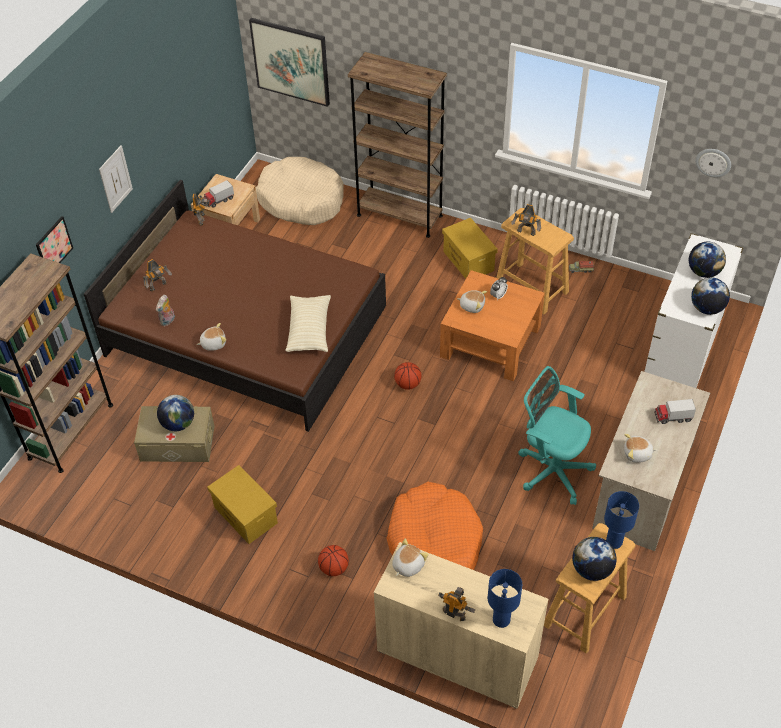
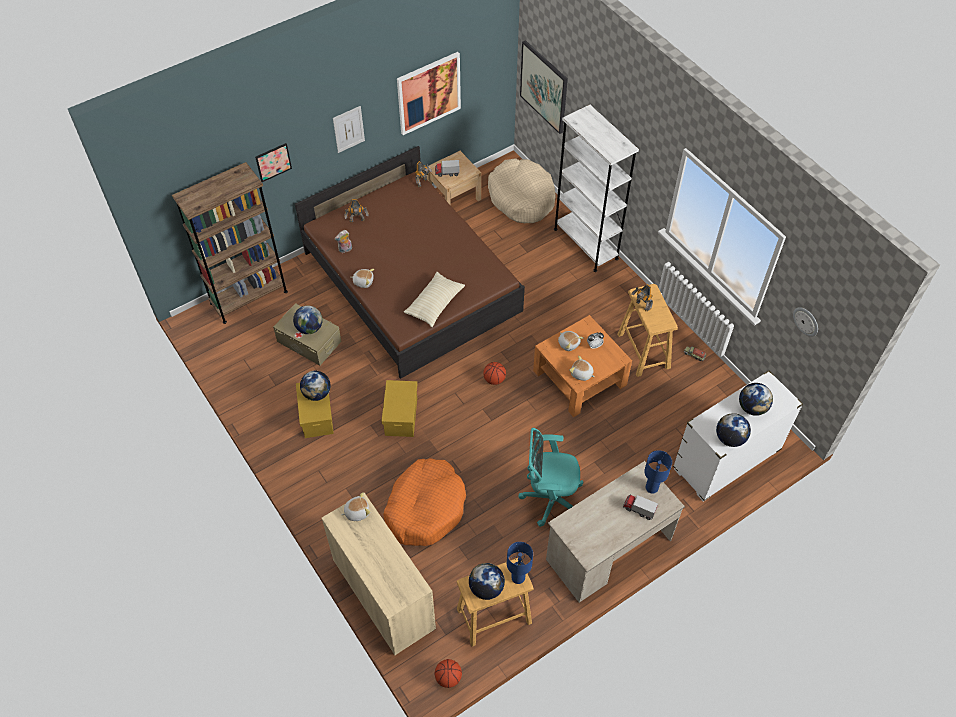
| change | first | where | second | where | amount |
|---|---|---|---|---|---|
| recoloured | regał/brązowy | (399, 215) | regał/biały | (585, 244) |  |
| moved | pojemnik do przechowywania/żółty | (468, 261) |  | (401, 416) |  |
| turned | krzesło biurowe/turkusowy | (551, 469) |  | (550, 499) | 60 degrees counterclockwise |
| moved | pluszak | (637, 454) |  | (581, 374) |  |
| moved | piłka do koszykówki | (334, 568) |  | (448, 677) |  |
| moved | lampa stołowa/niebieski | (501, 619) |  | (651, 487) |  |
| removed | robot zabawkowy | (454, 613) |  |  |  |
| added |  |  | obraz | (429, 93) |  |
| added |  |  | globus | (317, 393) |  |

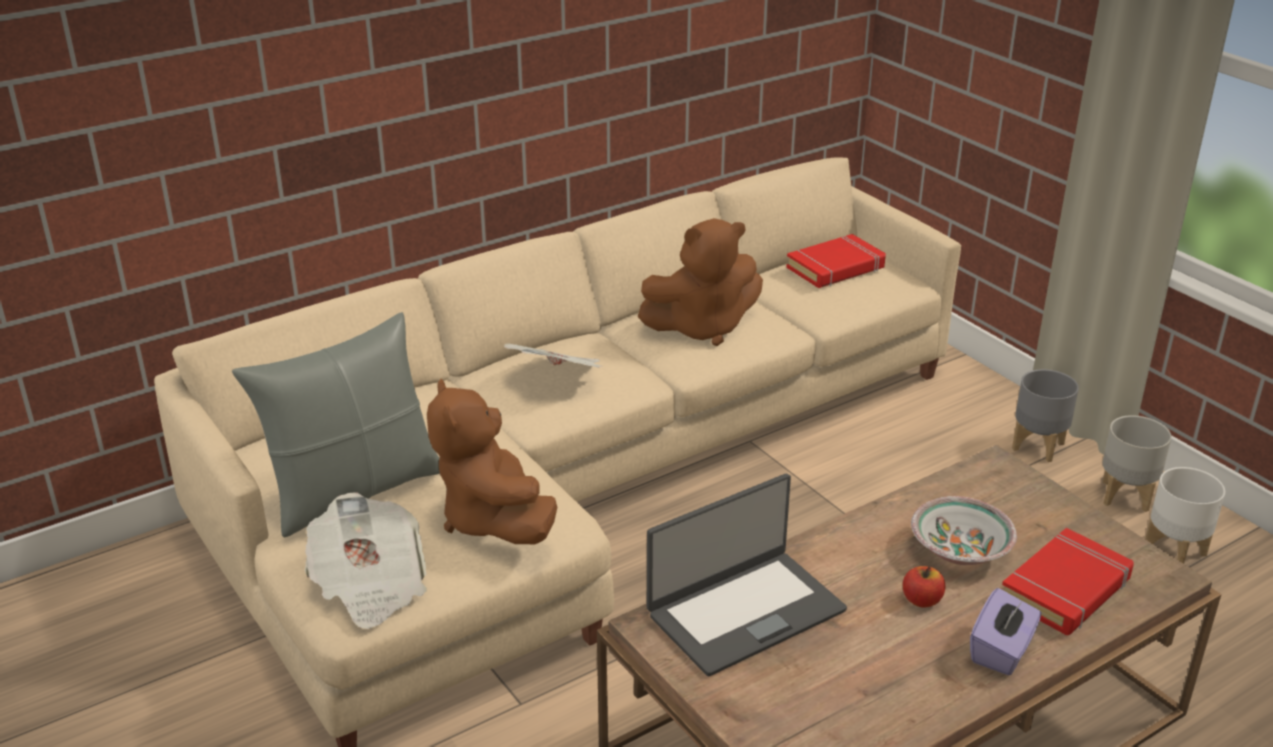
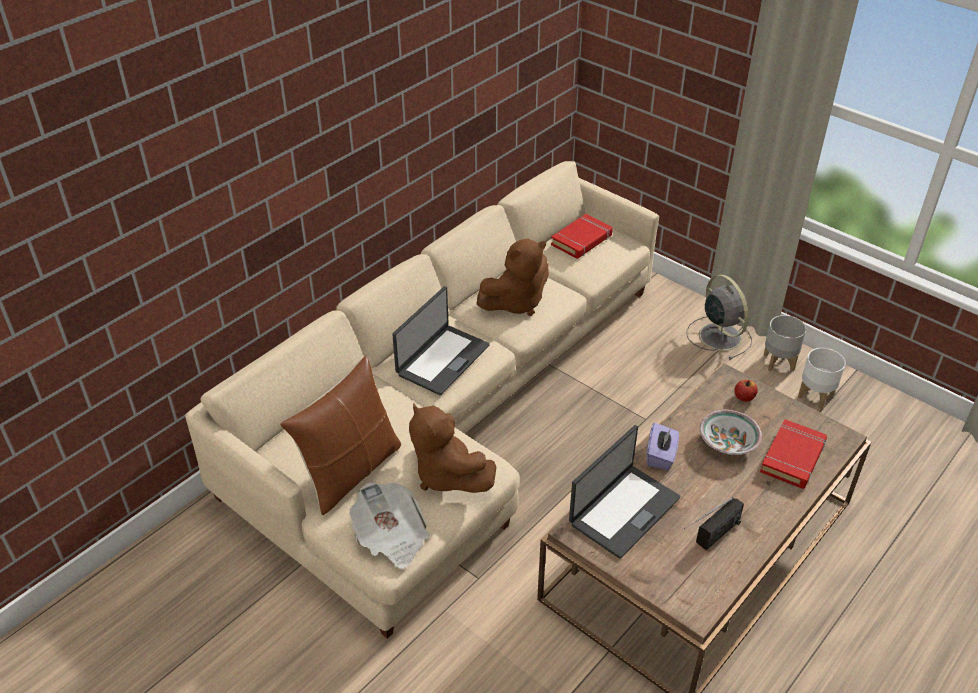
| change | first | where | second | where | amount |
|---|---|---|---|---|---|
| recoloured | poduszka/szary | (354, 491) | poduszka/brązowy | (350, 471) |  |
| replaced | gazeta | (559, 379) | laptop | (442, 359) |  |
| replaced | donica/szary | (1037, 446) | wentylator/szary | (719, 335) |  |
| moved | jabłko | (921, 600) |  | (744, 397) |  |
| moved | pudełko chusteczek/fioletowy | (1001, 651) |  | (661, 456) |  |
| added |  |  | radio | (710, 540) |  |

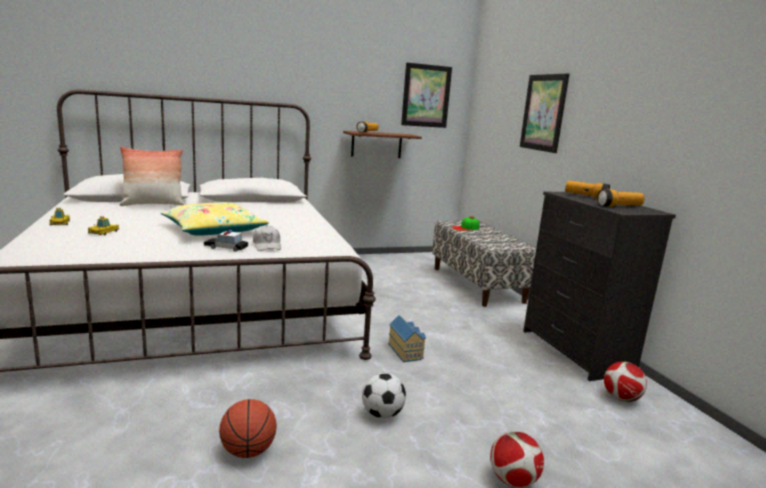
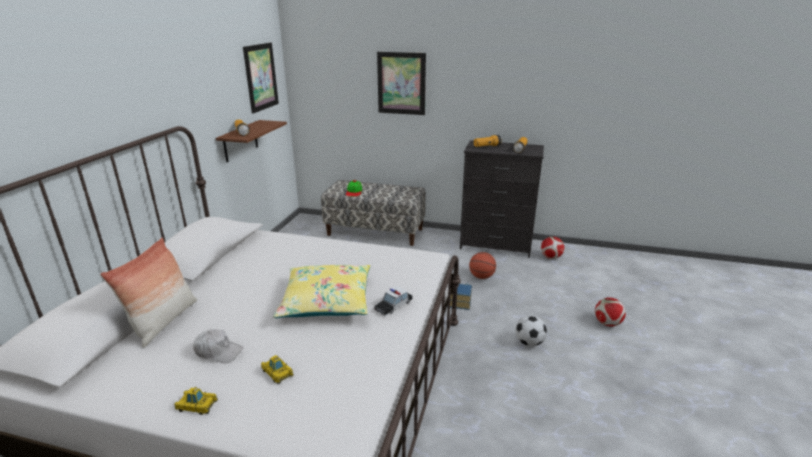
| change | first | where | second | where | amount |
|---|---|---|---|---|---|
| moved | czapka z daszkiem/biały | (267, 245) |  | (218, 351) |  |
| moved | piłka do koszykówki | (248, 451) |  | (481, 277) |  |

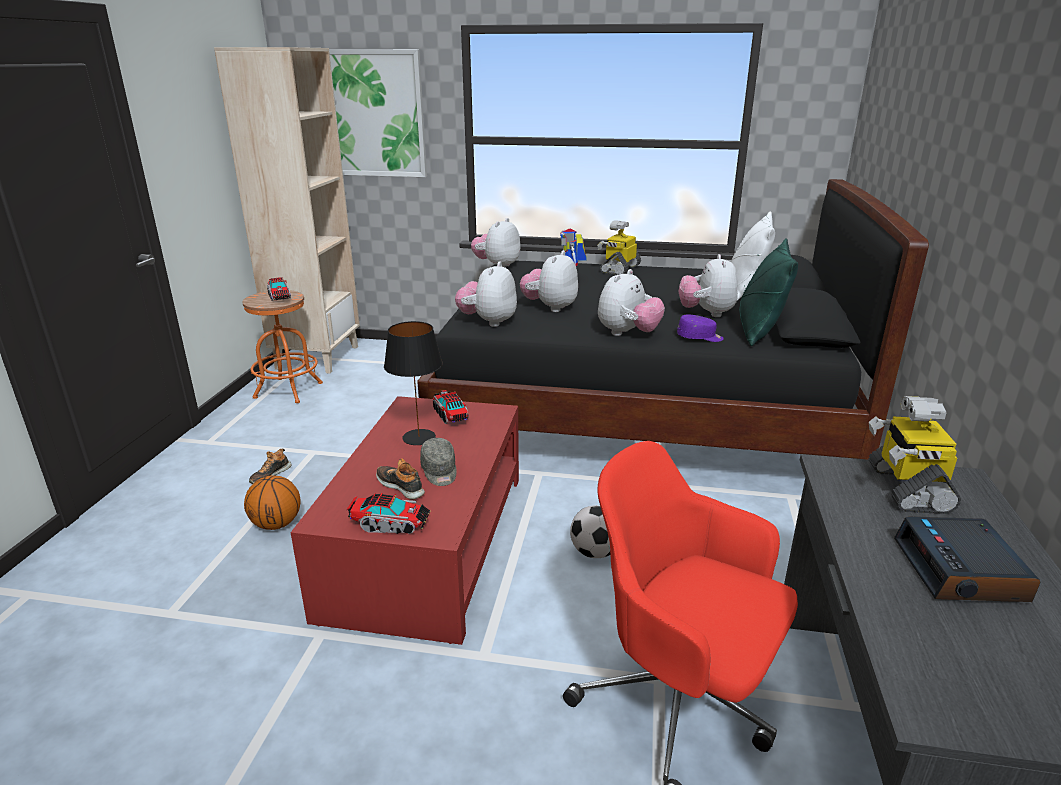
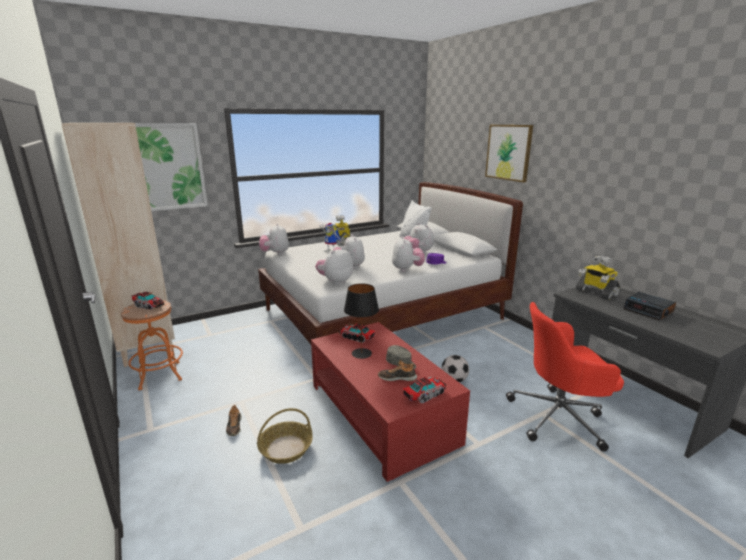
| change | first | where | second | where | amount |
|---|---|---|---|---|---|
| recoloured | łóżko/czarny | (639, 412) | łóżko/biały | (382, 314) |  |
| removed | poduszka/zielony | (759, 332) |  |  |  |
| turned | pluszak | (488, 322) |  | (335, 281) | 60 degrees clockwise |
| replaced | piłka do koszykówki | (276, 524) | koszyk | (285, 448) |  |
| added |  |  | obraz | (508, 152) |  |

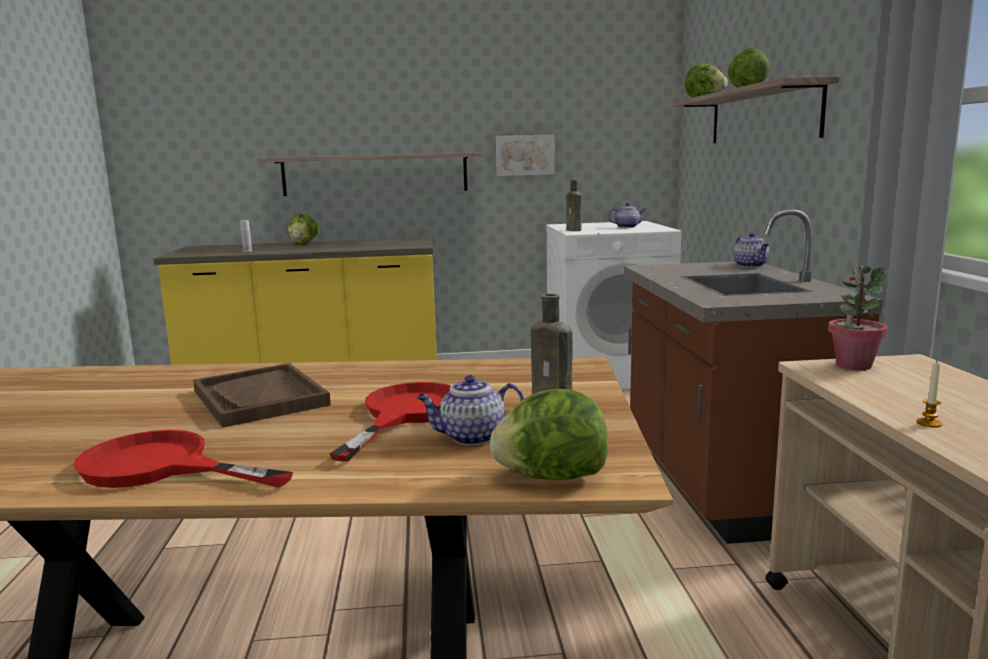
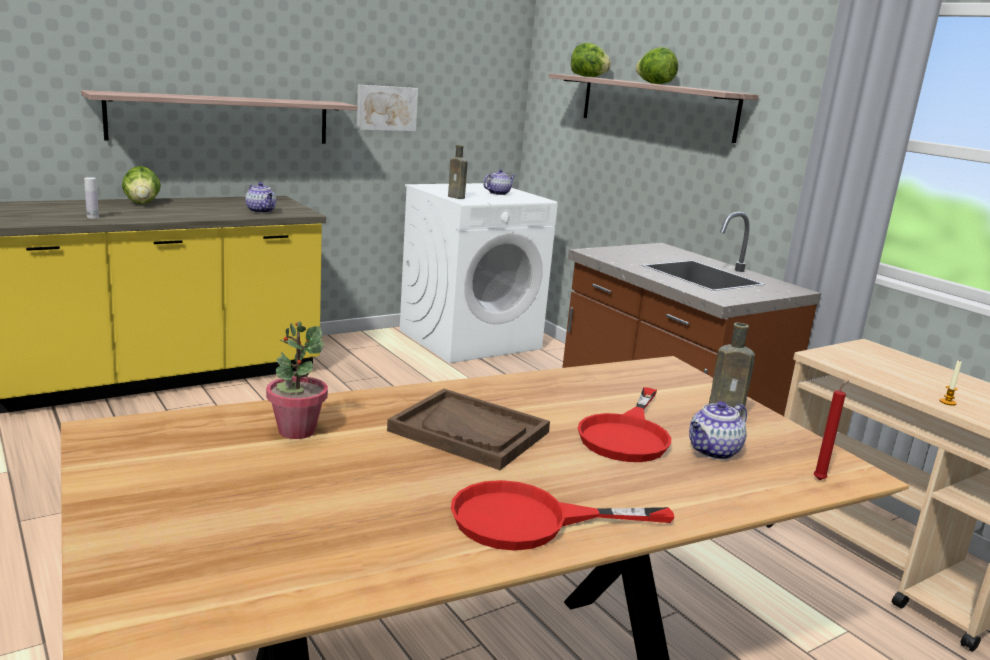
| change | first | where | second | where | amount |
|---|---|---|---|---|---|
| moved | imbryk | (751, 265) |  | (261, 211) |  |
| moved | roślina doniczkowa | (853, 365) |  | (296, 431) |  |
| turned | patelnia/czerwony | (406, 414) |  | (627, 435) | 150 degrees counterclockwise |
| replaced | sałata | (551, 477) | świeca/czerwony | (820, 479) |  |

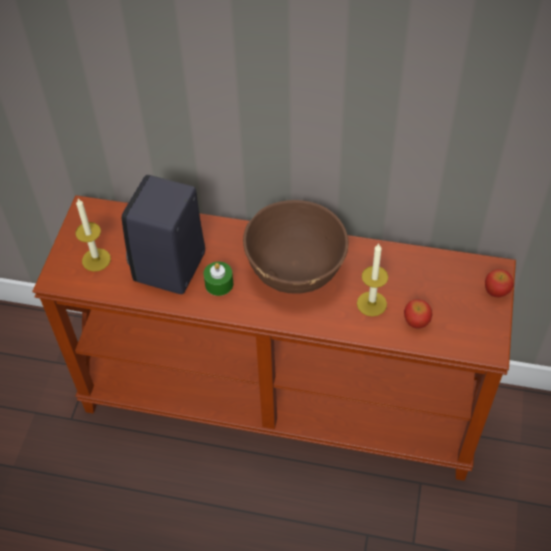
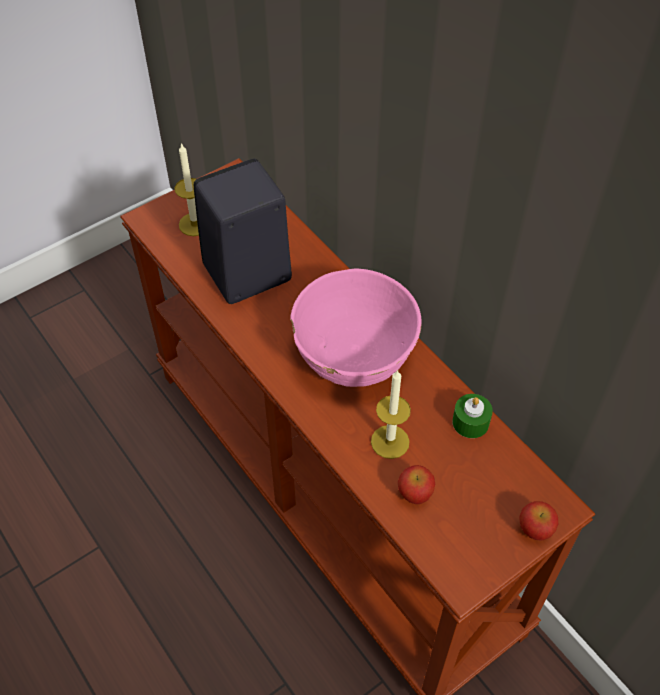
| change | first | where | second | where | amount |
|---|---|---|---|---|---|
| recoloured | miska/brązowy | (296, 268) | miska/różowy | (354, 354) |  |
| moved | świeca/zielony | (219, 284) |  | (470, 422) |  |

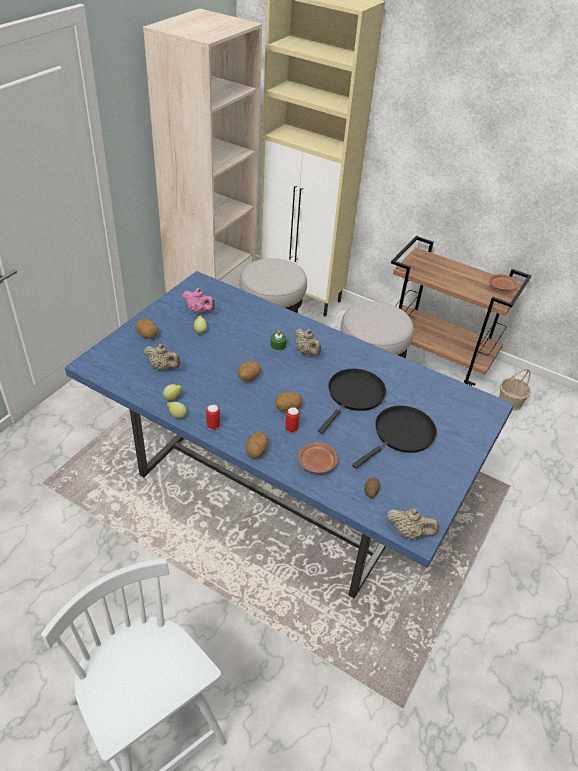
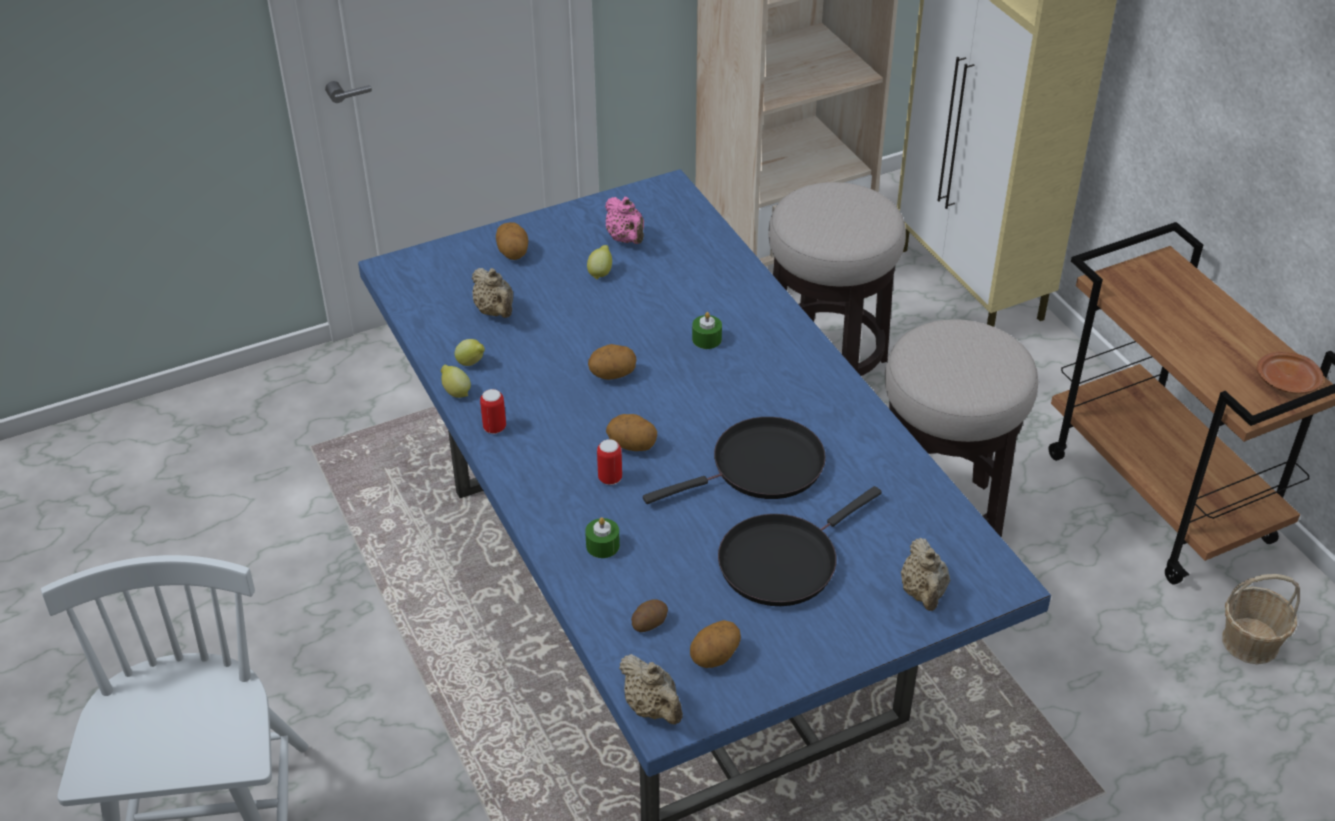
| change | first | where | second | where | amount |
|---|---|---|---|---|---|
| moved | imbryk/beżowy | (307, 352) |  | (923, 593) |  |
| turned | patelnia/czarny | (401, 435) |  | (783, 561) | 150 degrees clockwise |
| moved | ziemniak | (257, 451) |  | (715, 657) |  |
| replaced | talerz/brązowy | (317, 463) | świeca/zielony | (602, 545) |  |

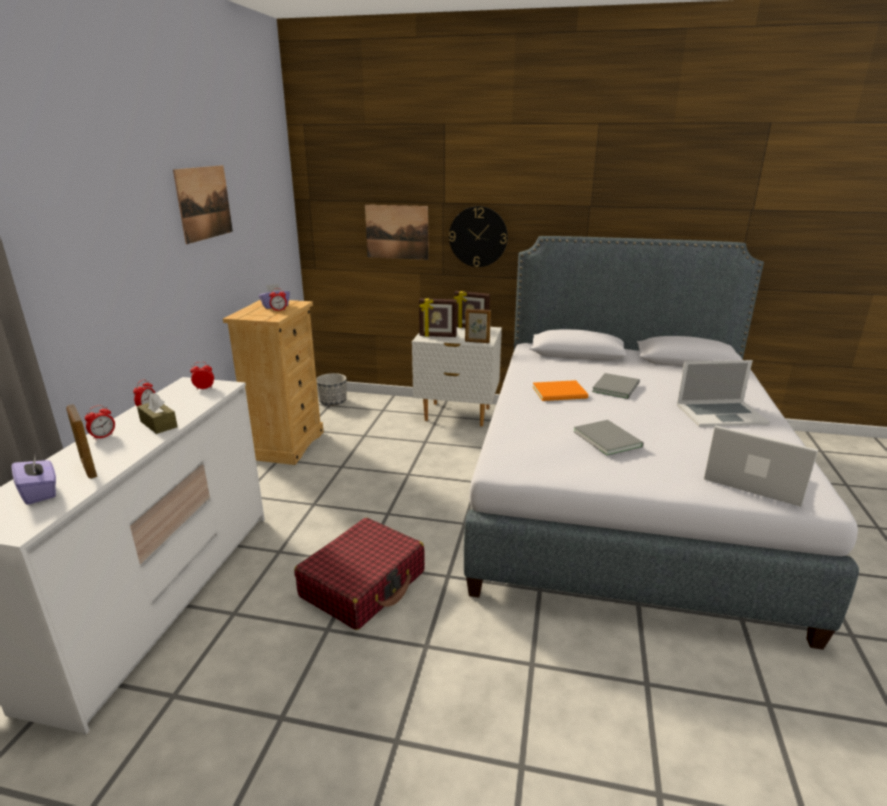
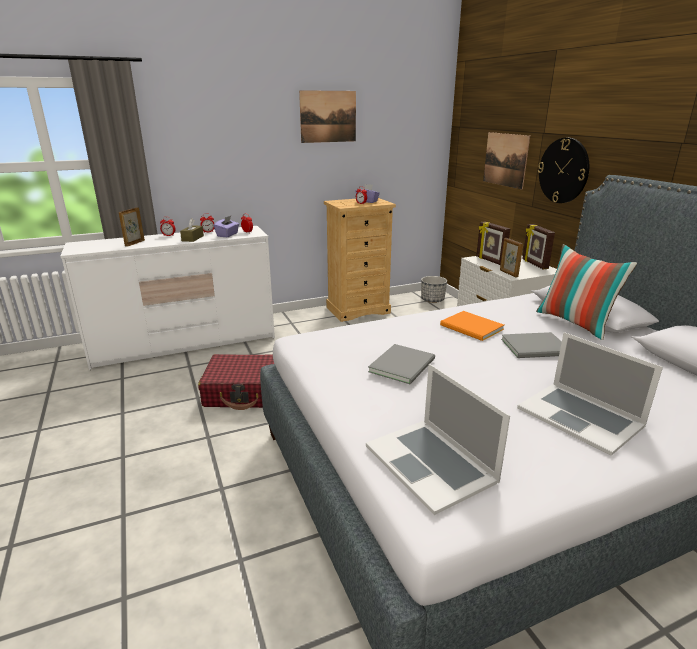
| change | first | where | second | where | amount |
|---|---|---|---|---|---|
| turned | laptop | (755, 479) |  | (430, 463) | 150 degrees clockwise |
| moved | pudełko chusteczek/fioletowy | (40, 492) |  | (227, 235) |  |
| added |  |  | poduszka | (575, 323) |  |

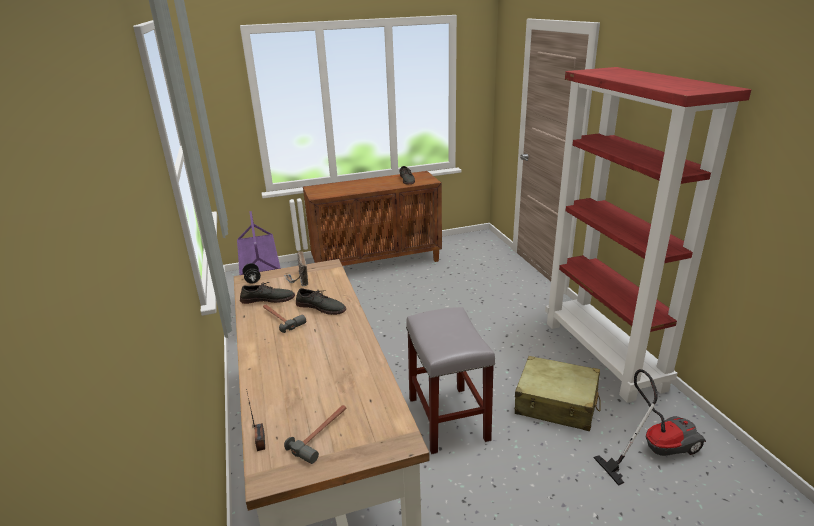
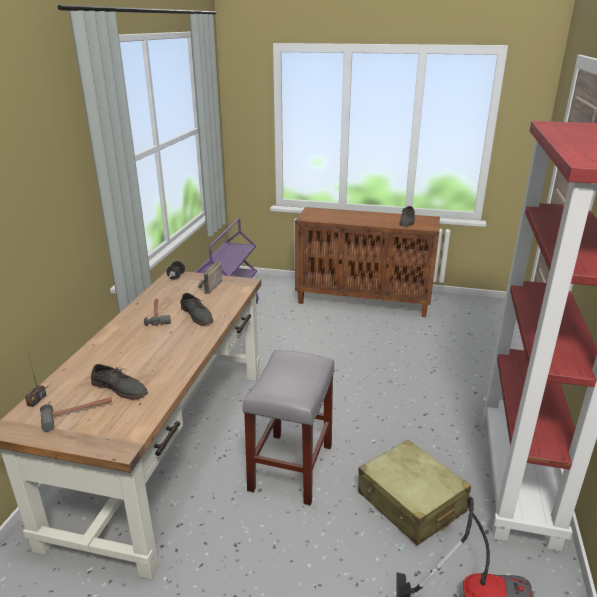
| change | first | where | second | where | amount |
|---|---|---|---|---|---|
| moved | but/szary | (268, 299) |  | (120, 388) |  |

